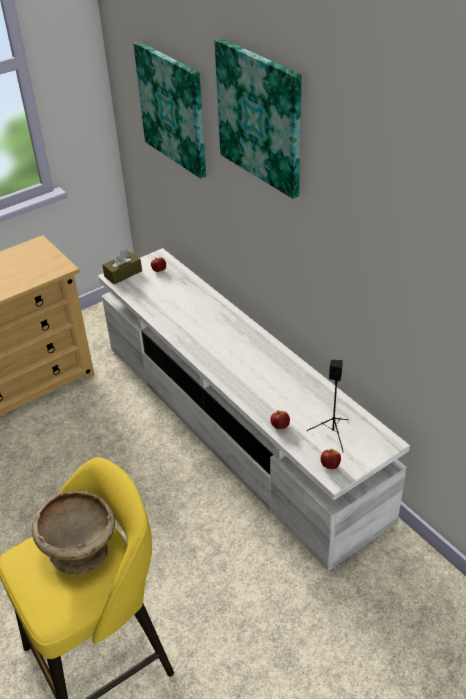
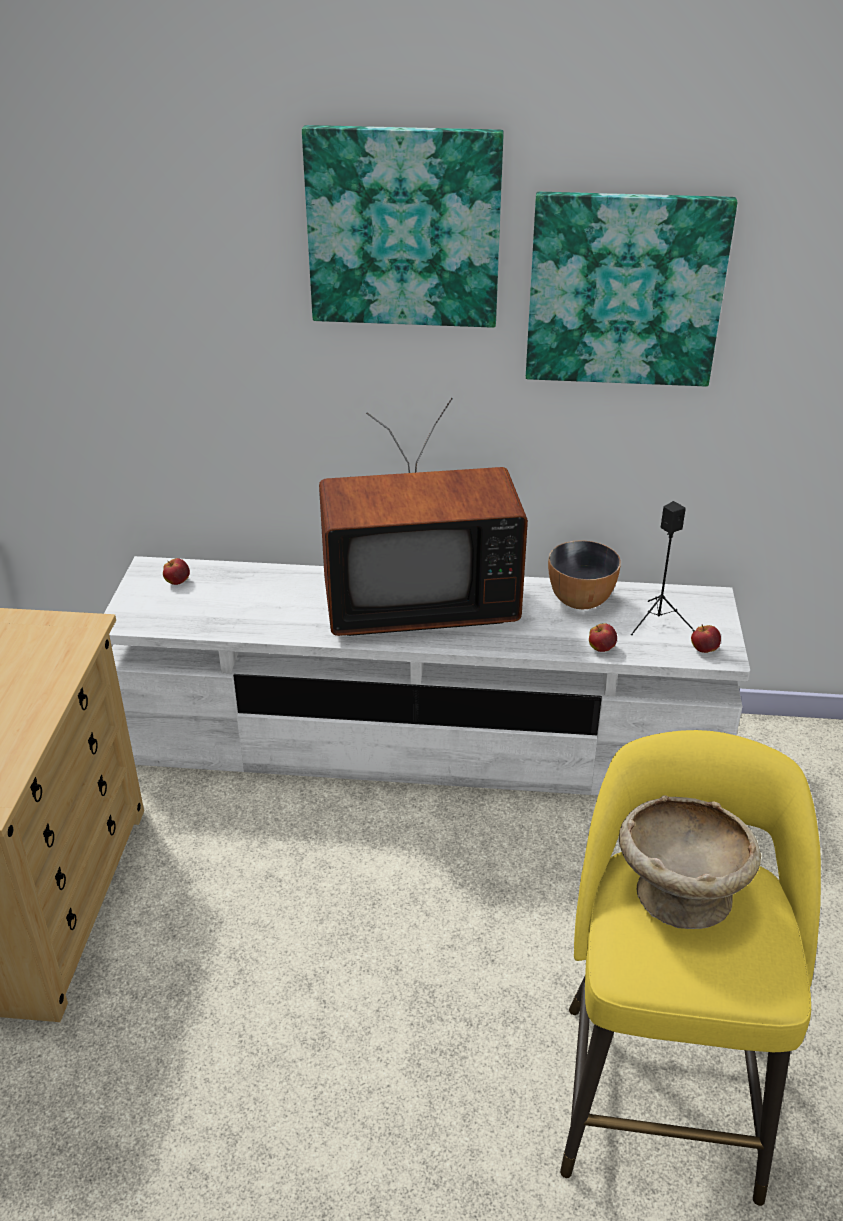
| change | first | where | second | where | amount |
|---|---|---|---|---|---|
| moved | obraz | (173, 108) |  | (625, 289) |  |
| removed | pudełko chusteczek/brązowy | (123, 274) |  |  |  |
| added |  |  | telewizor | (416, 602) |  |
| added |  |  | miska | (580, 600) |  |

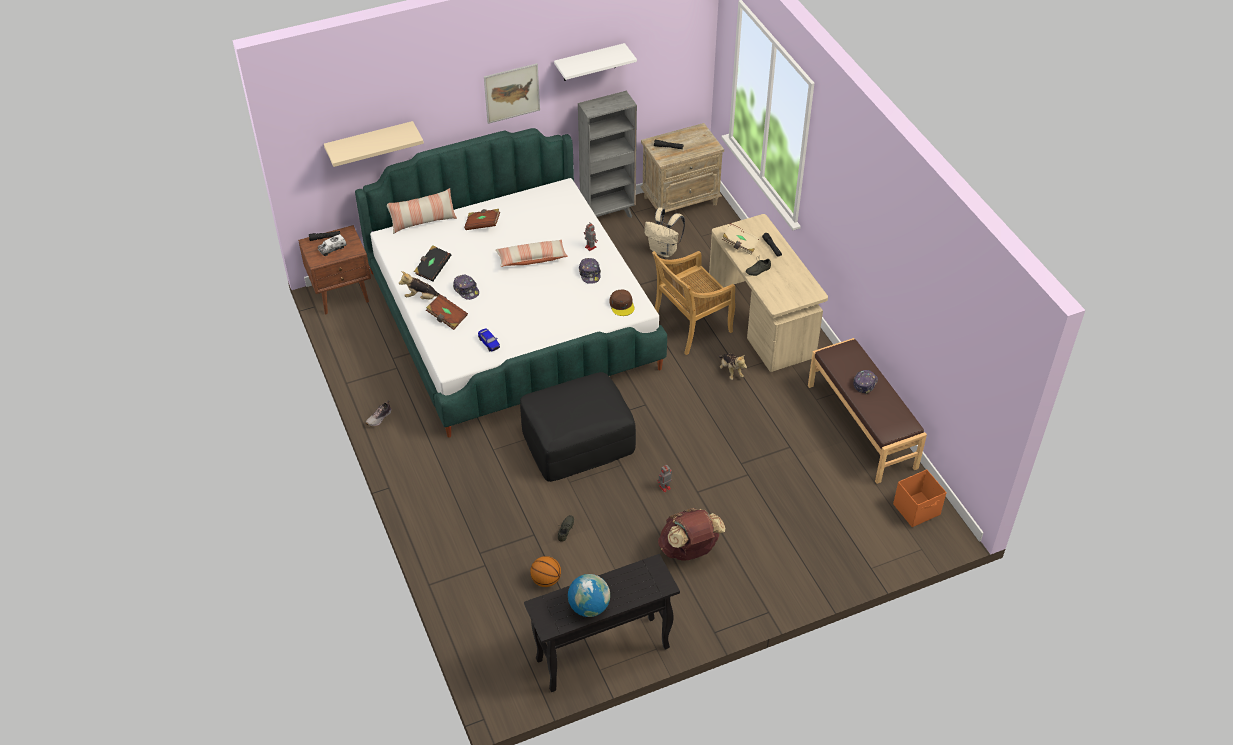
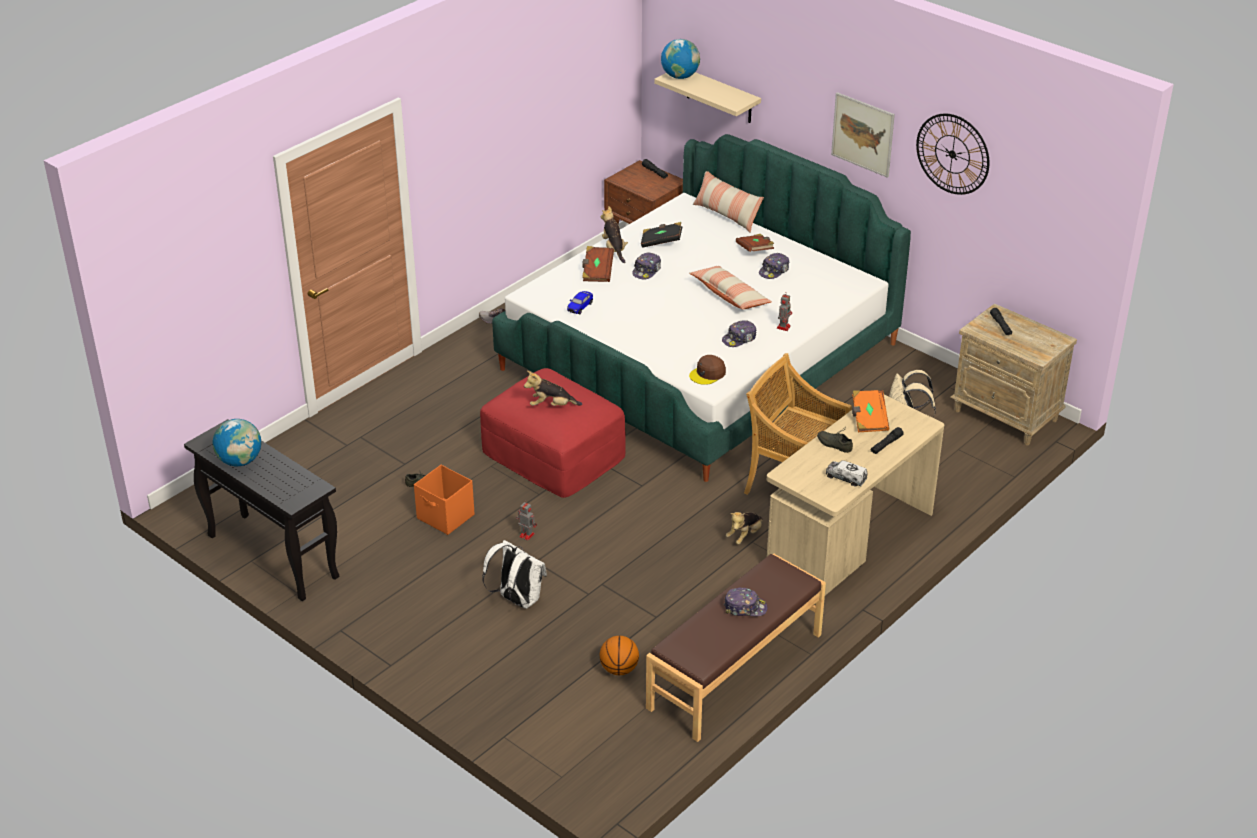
| change | first | where | second | where | amount |
|---|---|---|---|---|---|
| replaced | półka/biały | (589, 62) | zegar ścienny | (952, 154) |  |
| removed | regał/szary | (608, 214) |  |  |  |
| recoloured | książka/beżowy | (740, 244) | książka/pomarańczowy | (868, 419) |  |
| moved | ciężarówka zabawkowa | (332, 249) |  | (846, 478) |  |
| recoloured | pufa/czarny | (577, 440) | pufa/czerwony | (554, 453) |  |
| moved | pojemnik do przechowywania/pomarańczowy | (917, 509) |  | (446, 517) |  |
| removed | plecak/brązowy | (689, 550) |  |  |  |
| moved | piłka do koszykówki | (546, 580) |  | (619, 669) |  |
| added |  |  | globus | (680, 76) |  |
| added |  |  | czapka z daszkiem | (774, 271) |  |
| added |  |  | pluszak | (551, 406) |  |
| added |  |  | plecak/biały | (517, 600) |  |

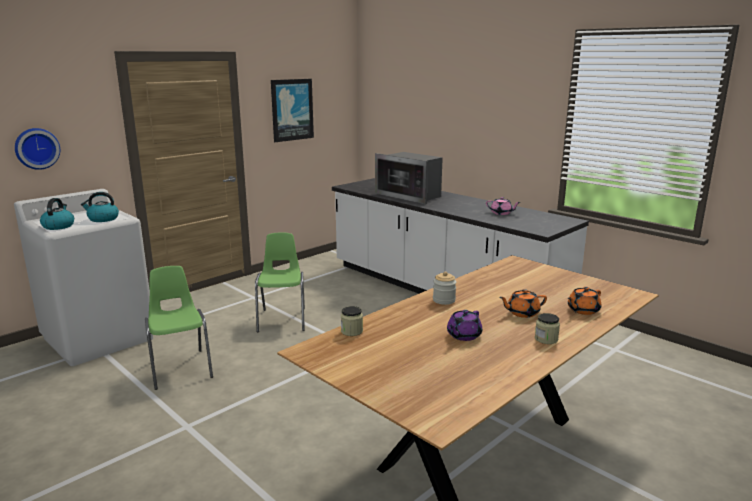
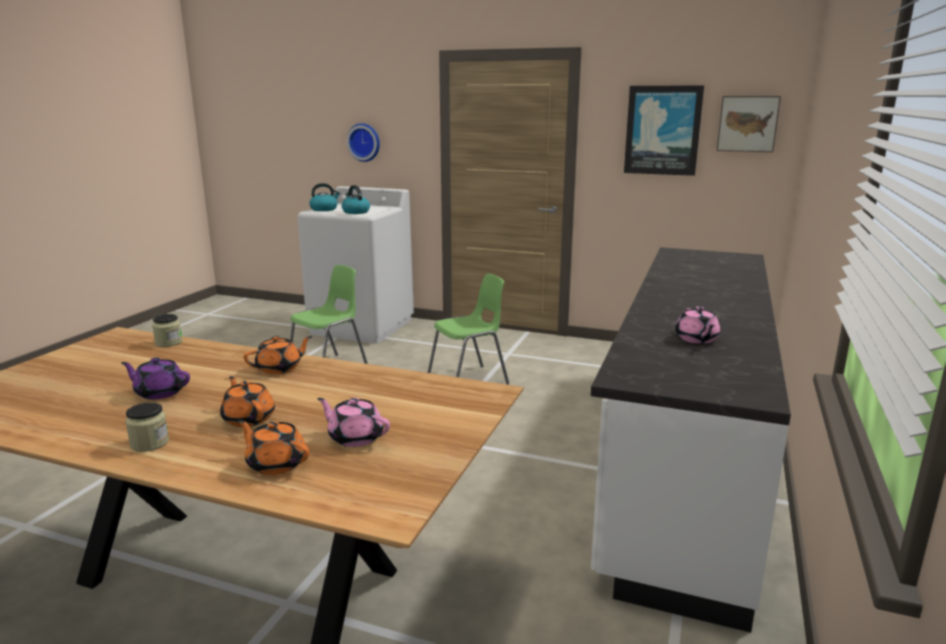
| change | first | where | second | where | amount |
|---|---|---|---|---|---|
| removed | mikrofalówka | (410, 195) |  |  |  |
| replaced | słoik | (444, 300) | imbryk/pomarańczowy | (280, 368) |  |
| added |  |  | obraz | (747, 123) |  |
| added |  |  | imbryk/różowy | (355, 437) |  |

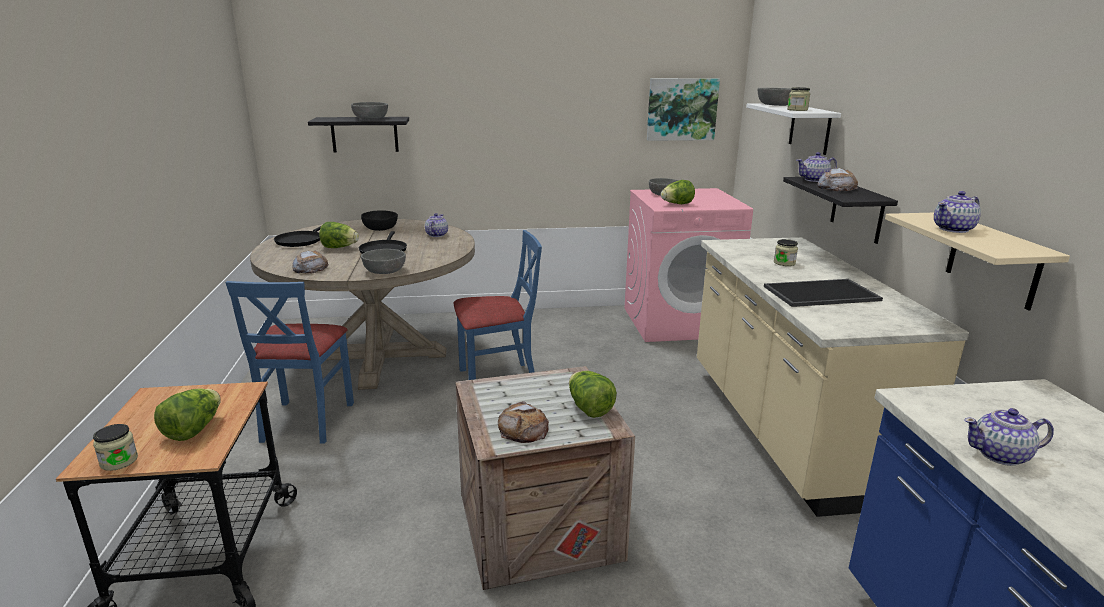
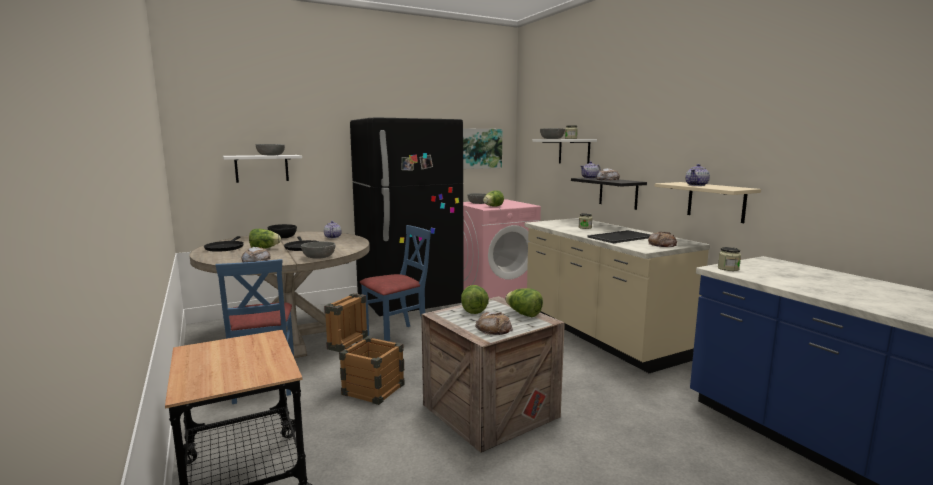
| change | first | where | second | where | amount |
|---|---|---|---|---|---|
| recoloured | półka/czarny | (364, 134) | półka/biały | (262, 168) |  |
| moved | sałata | (193, 430) |  | (473, 310) |  |
| removed | imbryk | (1001, 455) |  |  |  |
| moved | słoik | (119, 461) |  | (728, 268) |  |
| added |  |  | lodówka/czarny | (409, 303) |  |
| added |  |  | chleb | (662, 244) |  |
| added |  |  | skrzynka | (367, 388) |  |

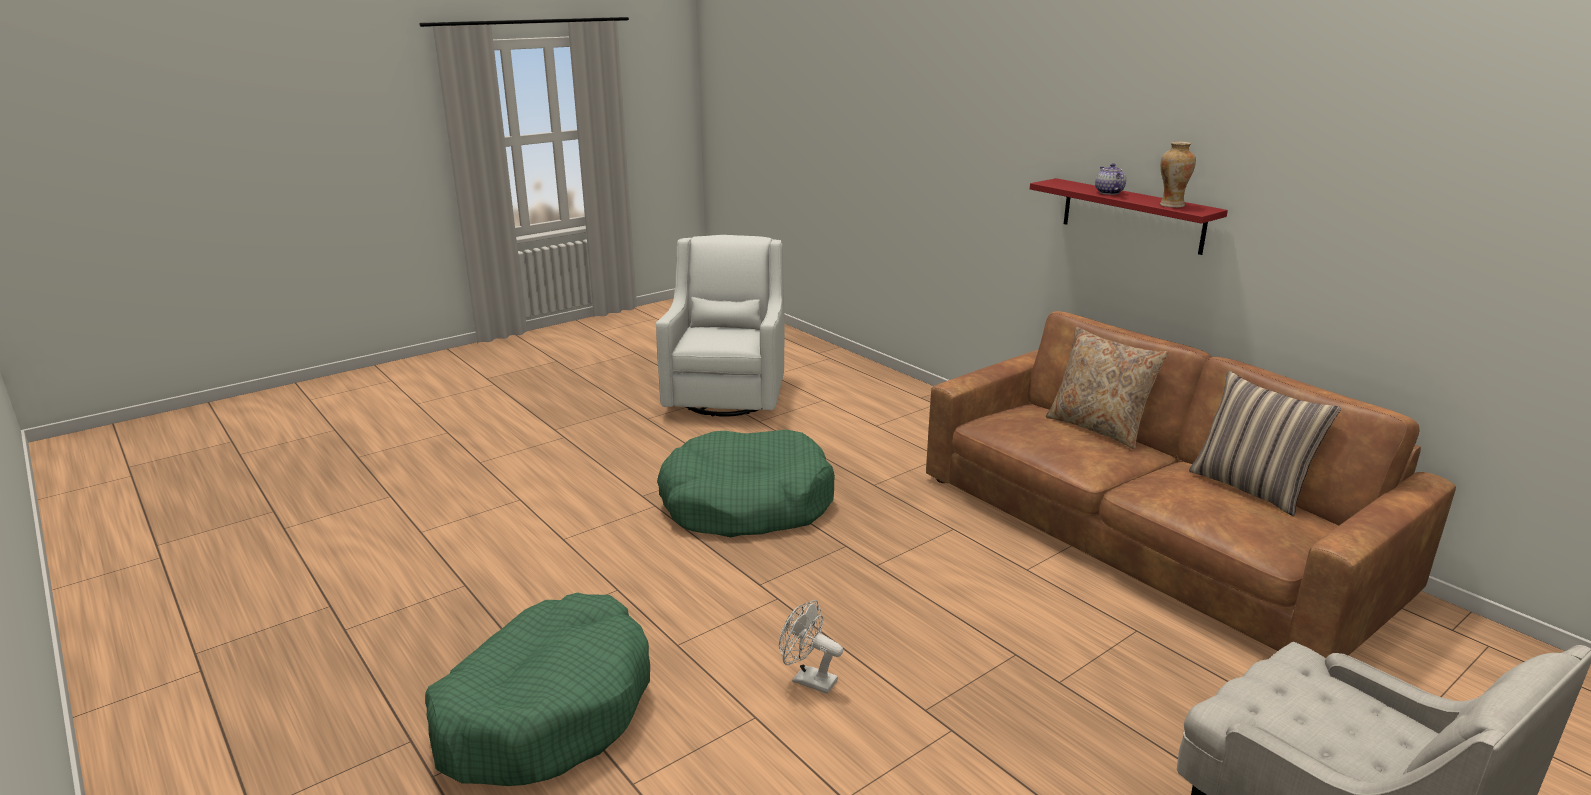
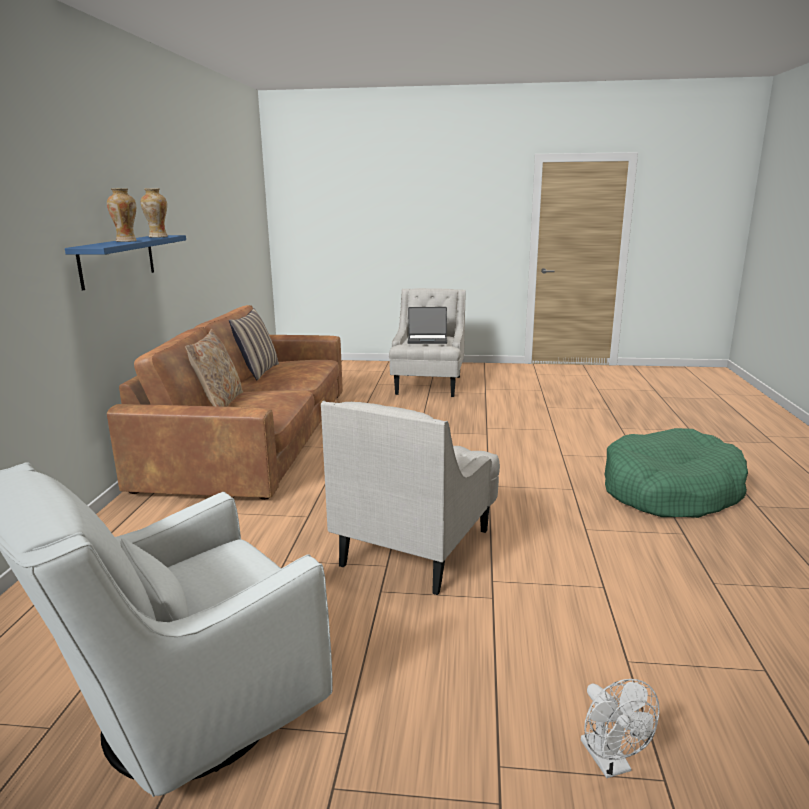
| change | first | where | second | where | amount |
|---|---|---|---|---|---|
| replaced | imbryk | (1108, 192) | wazon | (127, 241) |  |
| recoloured | półka/czerwony | (1132, 215) | półka/niebieski | (118, 260) |  |
| replaced | legowisko/zielony | (746, 503) | fotel/biały | (417, 546) |  |
| moved | wentylator/biały | (808, 679) |  | (610, 763) |  |
| added |  |  | laptop | (427, 340) |  |

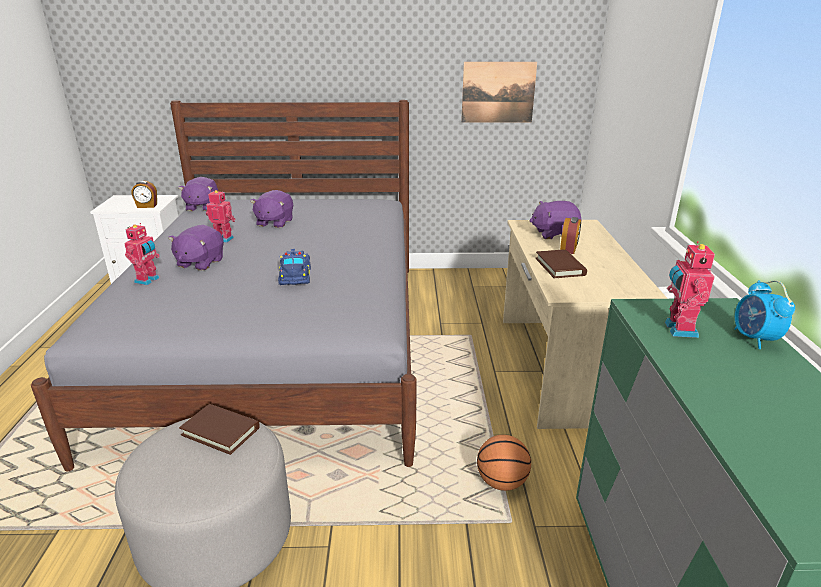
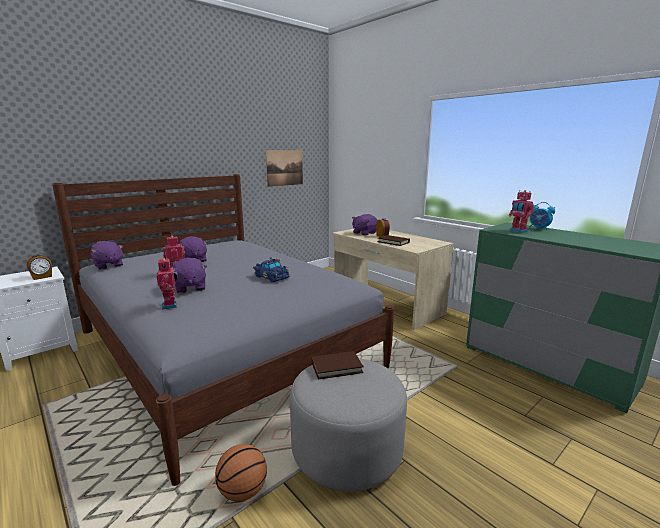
| change | first | where | second | where | amount |
|---|---|---|---|---|---|
| moved | piłka do koszykówki | (502, 482) |  | (243, 491) |  |

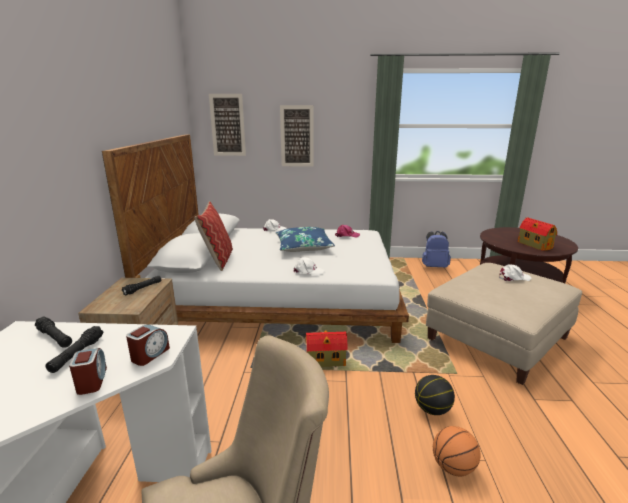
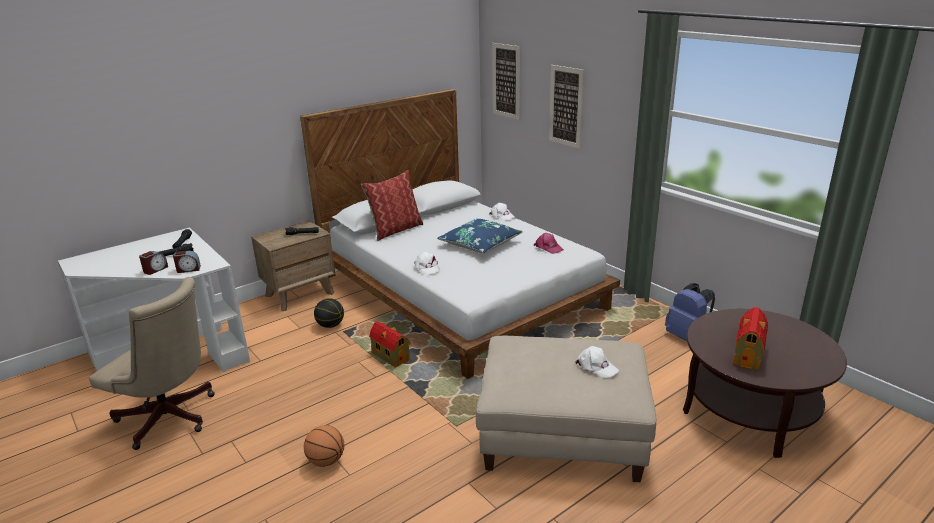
| change | first | where | second | where | amount |
|---|---|---|---|---|---|
| moved | piłka do koszykówki | (432, 409) |  | (330, 325) |  |

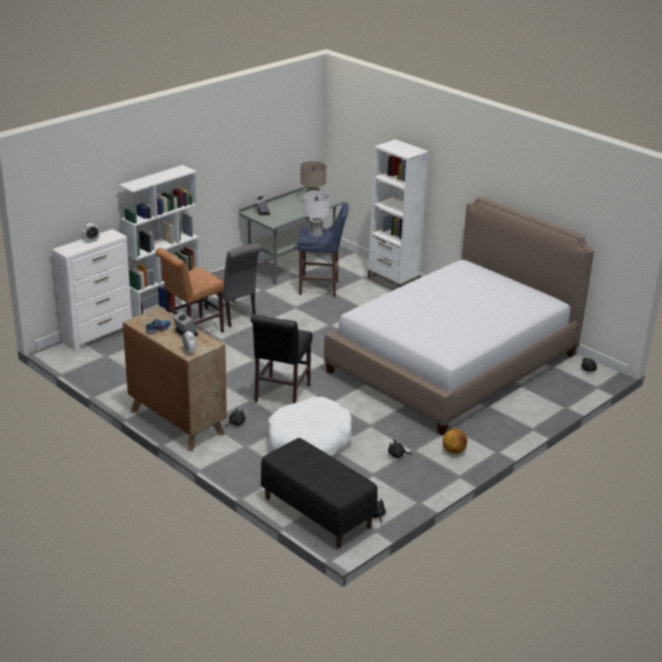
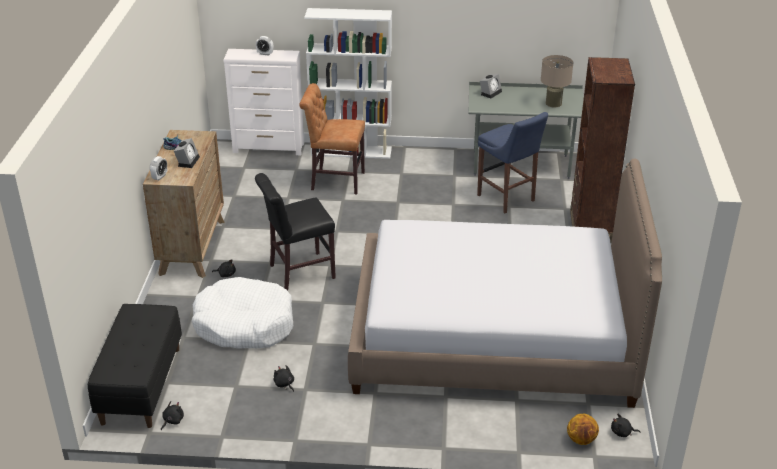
| change | first | where | second | where | amount |
|---|---|---|---|---|---|
| recoloured | regał/biały | (393, 280) | regał/brązowy | (590, 226) |  |
| removed | lampa stołowa/biały | (315, 233) |  |  |  |
| removed | krzesło/szary | (232, 315) |  |  |  |
| moved | piłka do koszykówki | (454, 451) |  | (581, 440) |  |

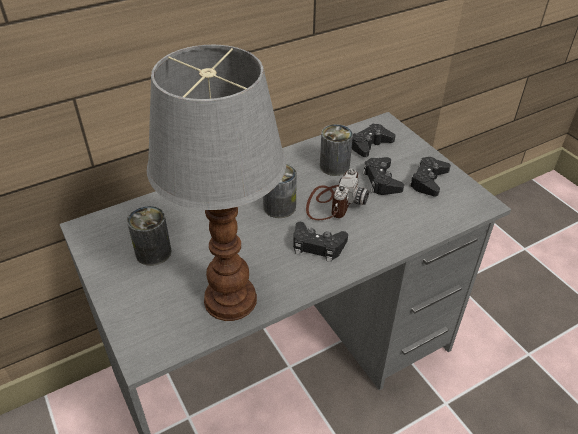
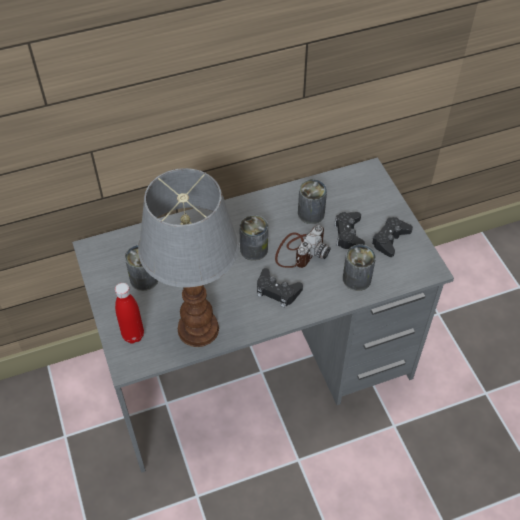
| change | first | where | second | where | amount |
|---|---|---|---|---|---|
| removed | pad do gier/czarny | (370, 145) |  |  |  |
| added |  |  | puszka | (356, 279) |  |
| added |  |  | butelka/czerwony | (133, 335) |  |

